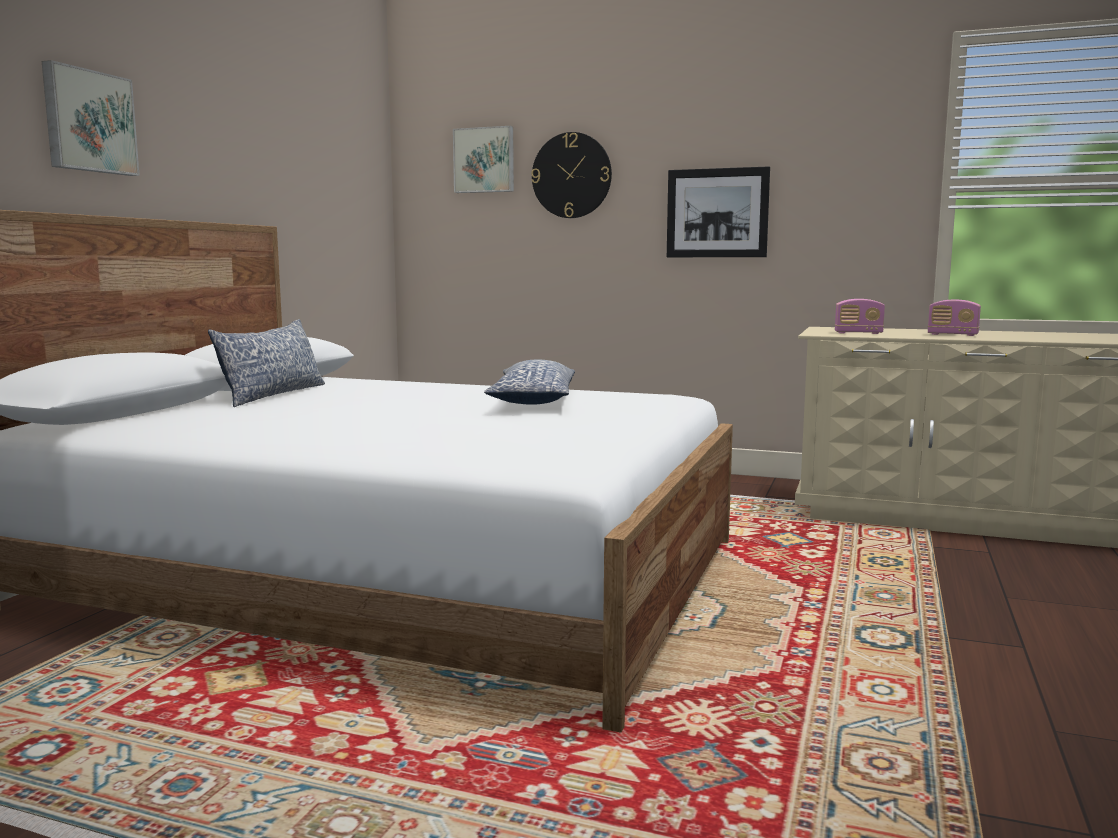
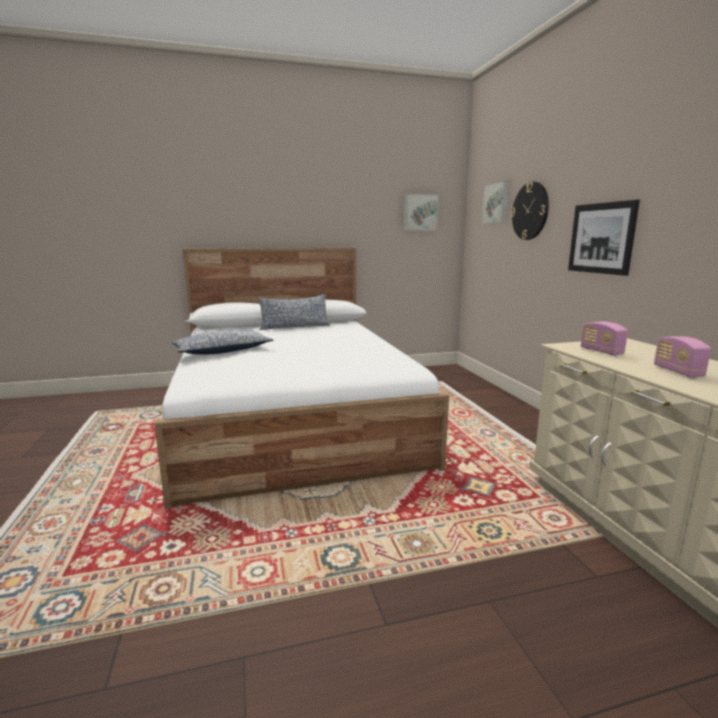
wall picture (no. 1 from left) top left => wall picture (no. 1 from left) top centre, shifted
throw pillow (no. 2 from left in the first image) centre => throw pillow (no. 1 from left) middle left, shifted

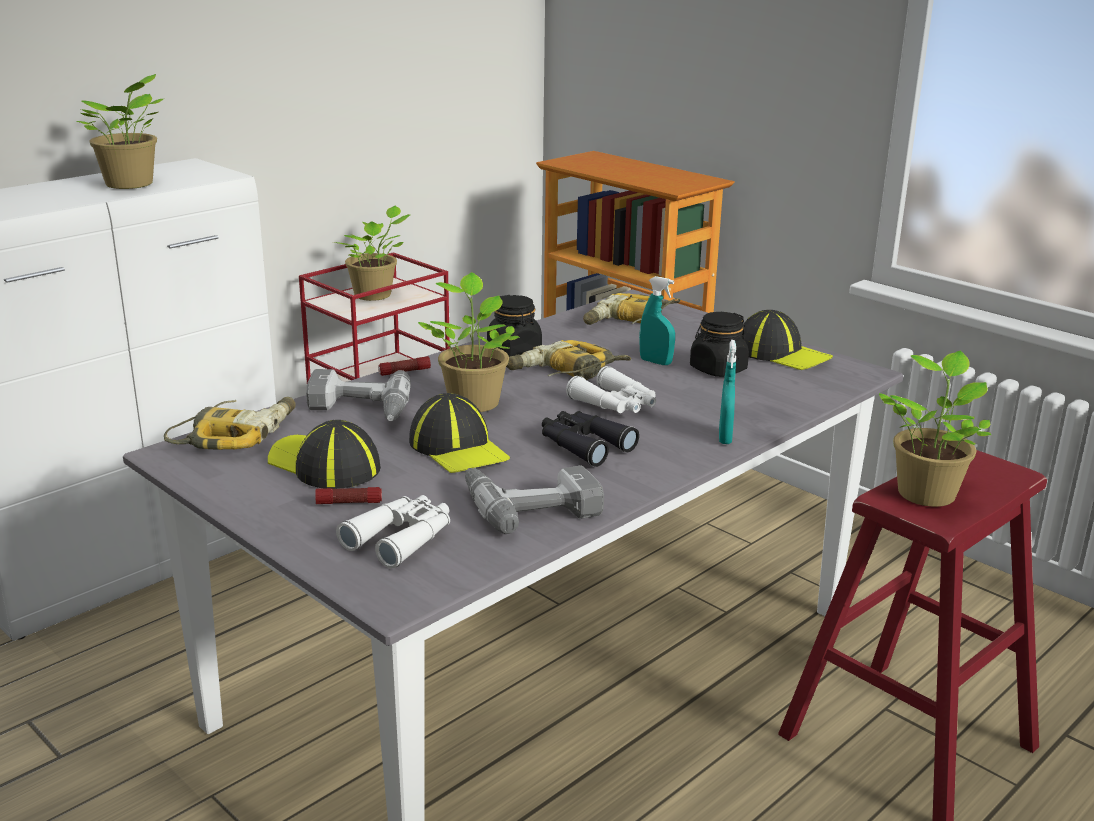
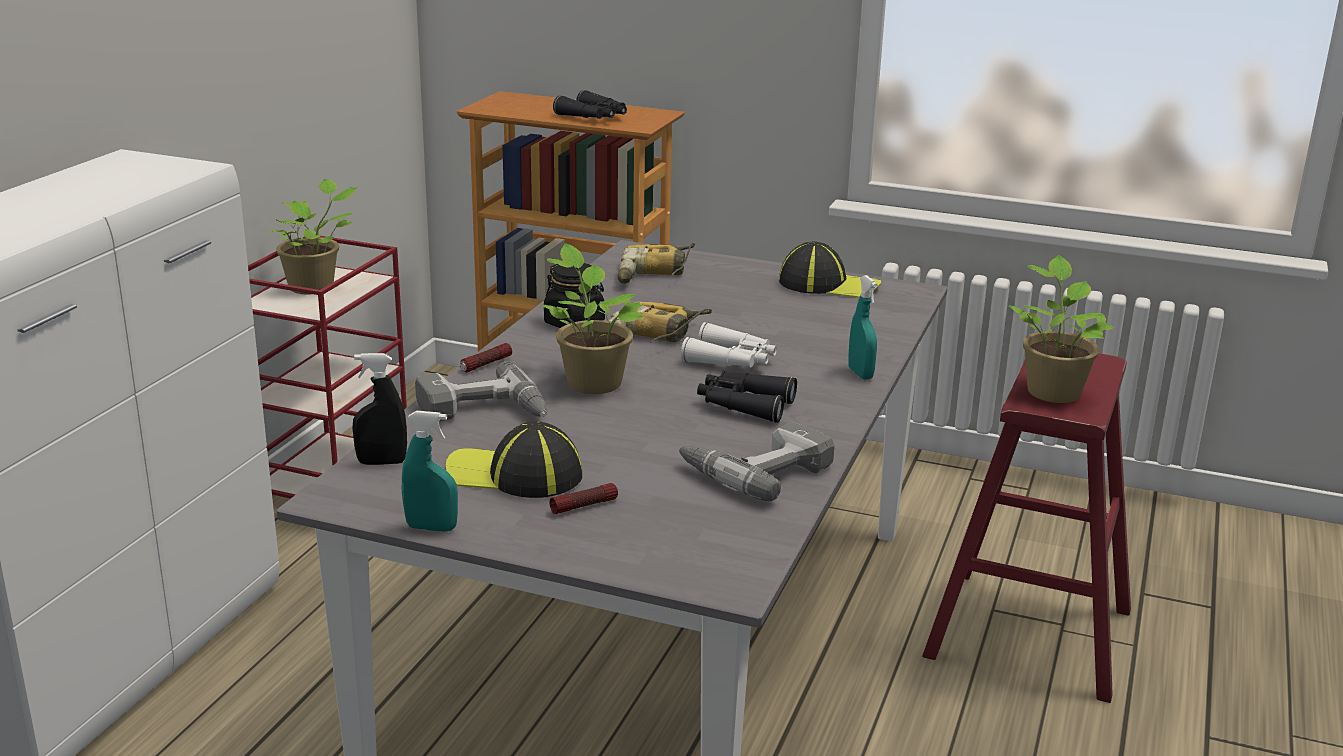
potted plant (no. 1 from left) top left => nothing
field glasses in whitish (no. 1 from left) centre => nothing
baseball cap (no. 2 from left) centre => nothing
storage jar in black-coloured (no. 2 from left) centre => nothing
nothing => field glasses in black-coloured (no. 1 from left) top centre
sprayer in turquoise (no. 1 from left) centre => sprayer in turquoise (no. 1 from left) middle left, shifted
drill (no. 1 from left) middle left => sprayer in black-coloured middle left

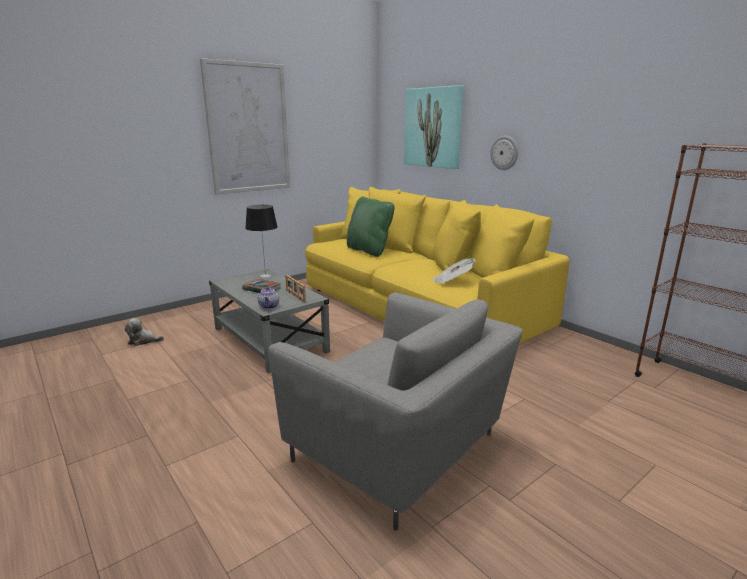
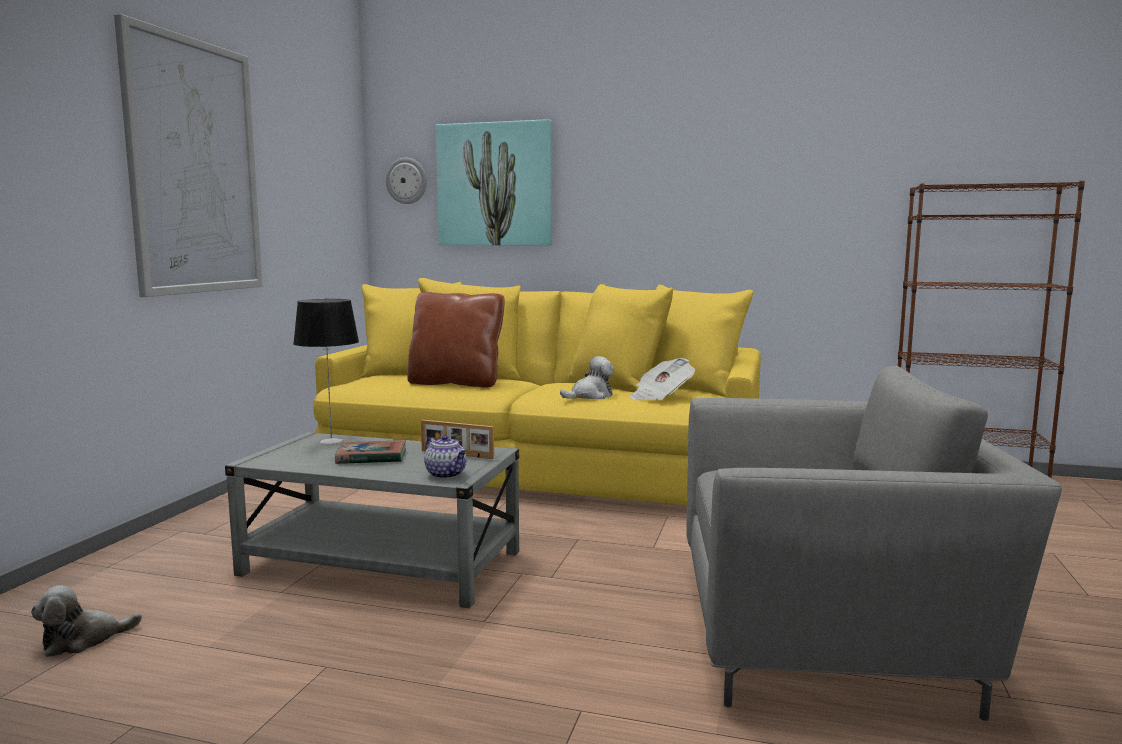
nothing => cuddly toy (no. 2 from left) centre
hanging clock top right => hanging clock top centre, shifted
throw pillow in green centre => throw pillow in brown-coloured centre

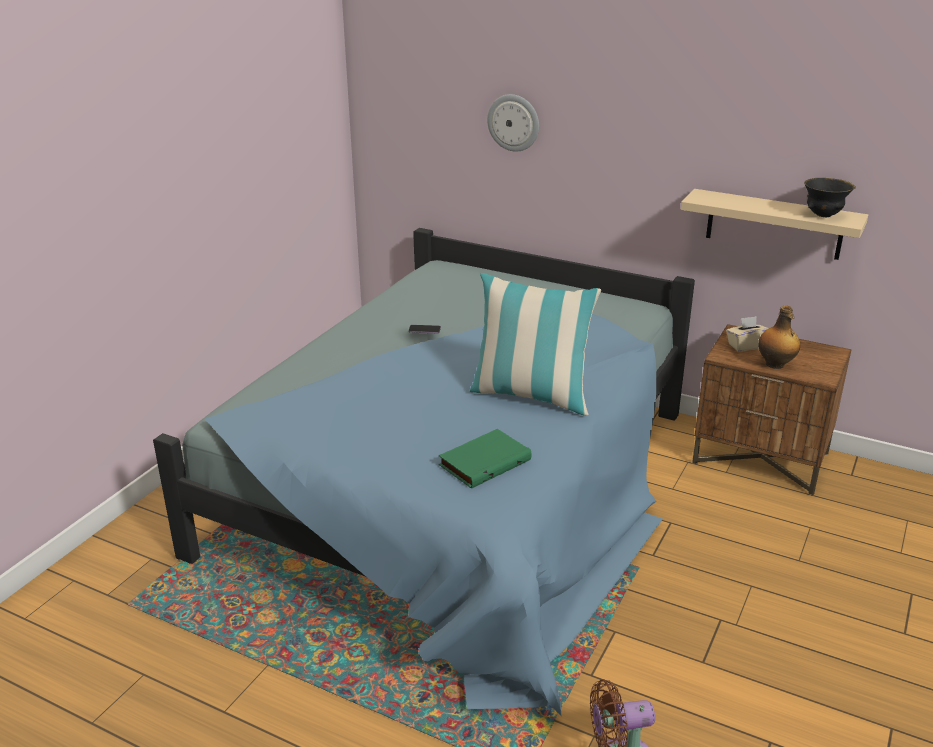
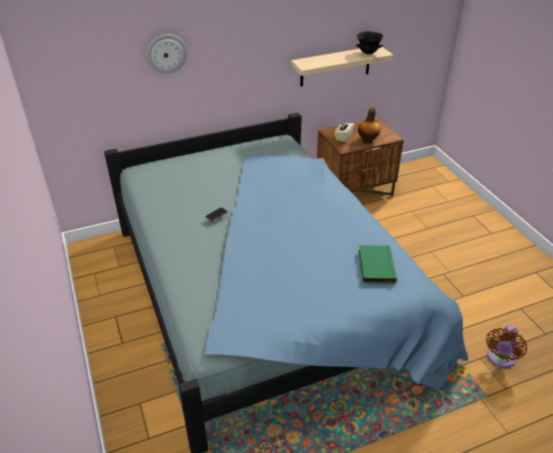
throw pillow centre => nothing

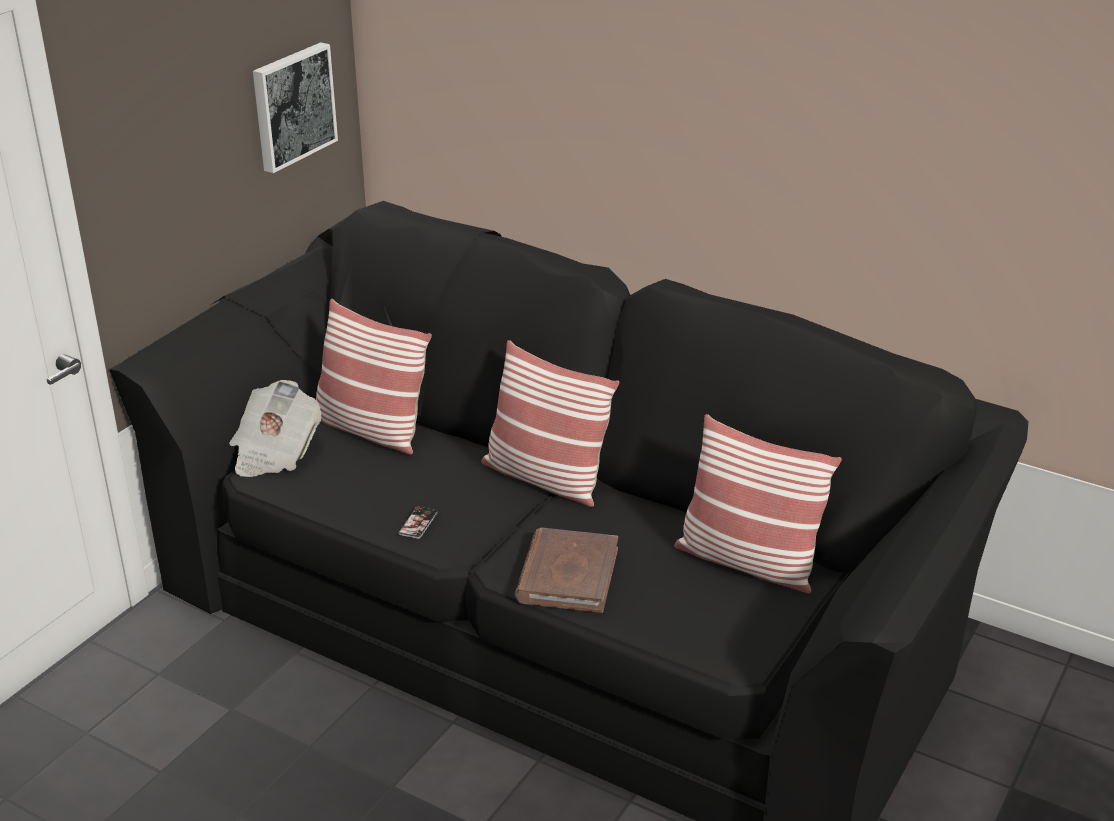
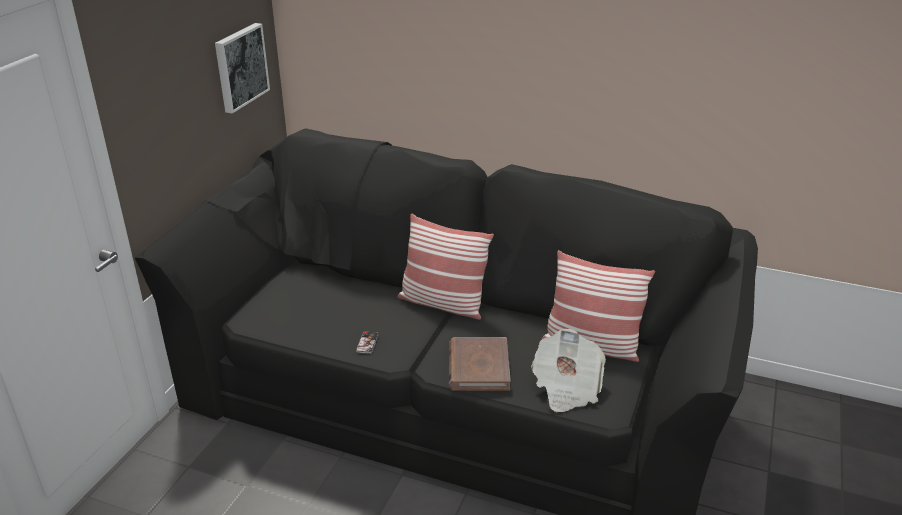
throw pillow (no. 1 from left) centre => nothing
newspaper middle left => newspaper bottom centre, shifted

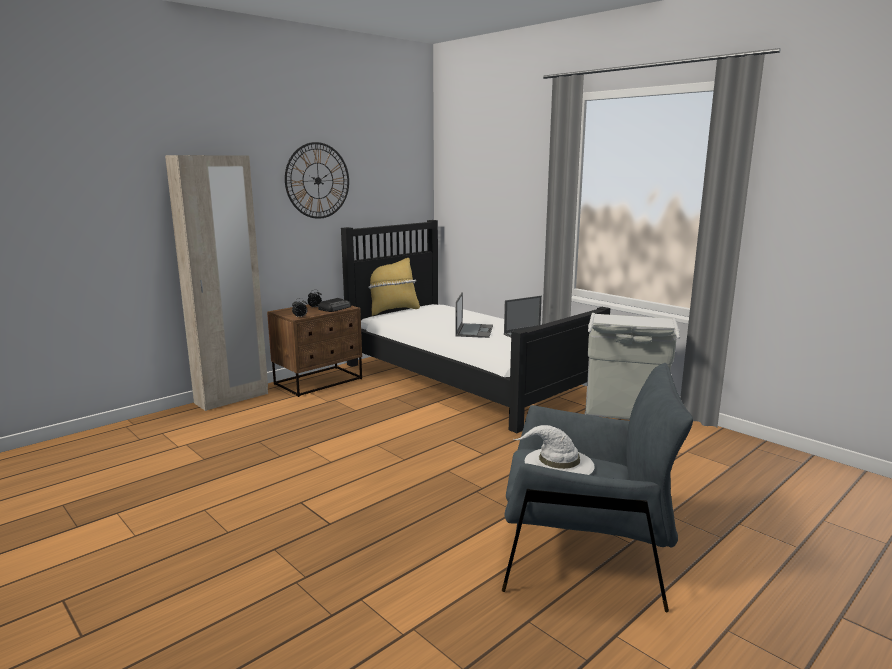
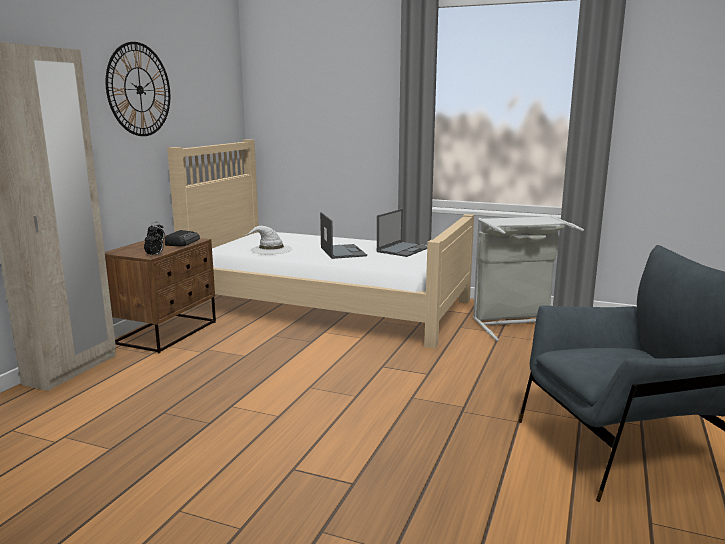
throw pillow in yellowish centre => nothing
wearable hat in whitish bottom centre => wearable hat in whitish centre, shifted
sleeping bed in black-coloured centre => sleeping bed in beige-coloured centre

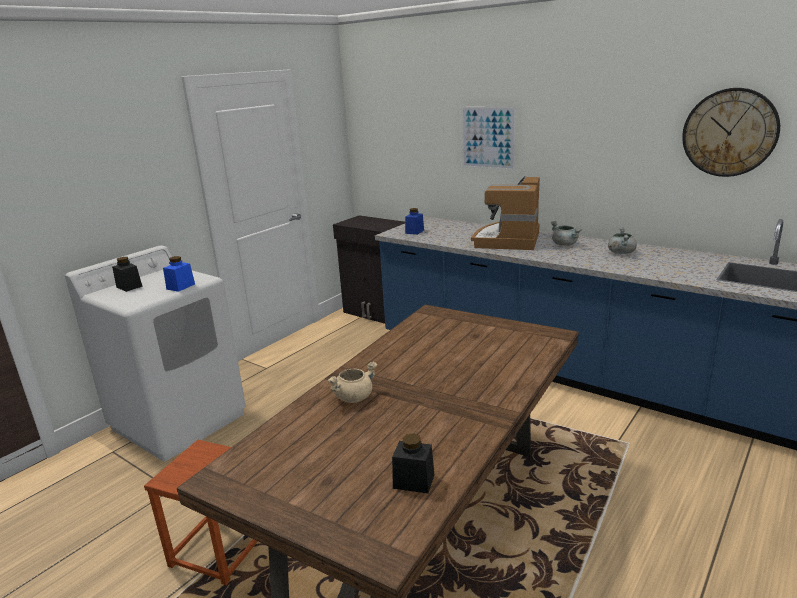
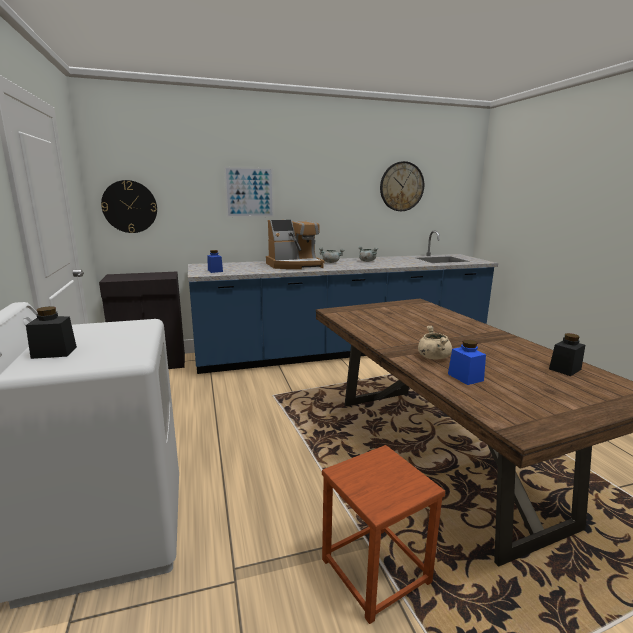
nothing => hanging clock (no. 1 from left) top left
storage jar in blue-coloured (no. 1 from left in the first image) middle left => storage jar in blue-coloured (no. 2 from left) middle right, shifted
coffee brewer centre, 75 degrees counterclockwise

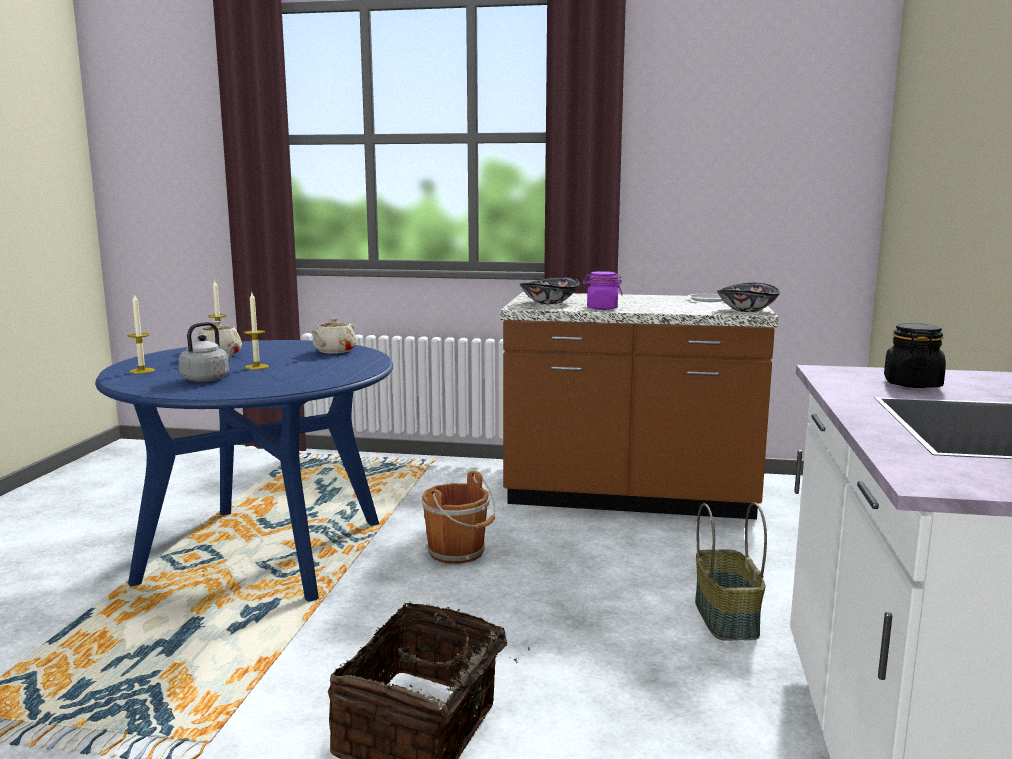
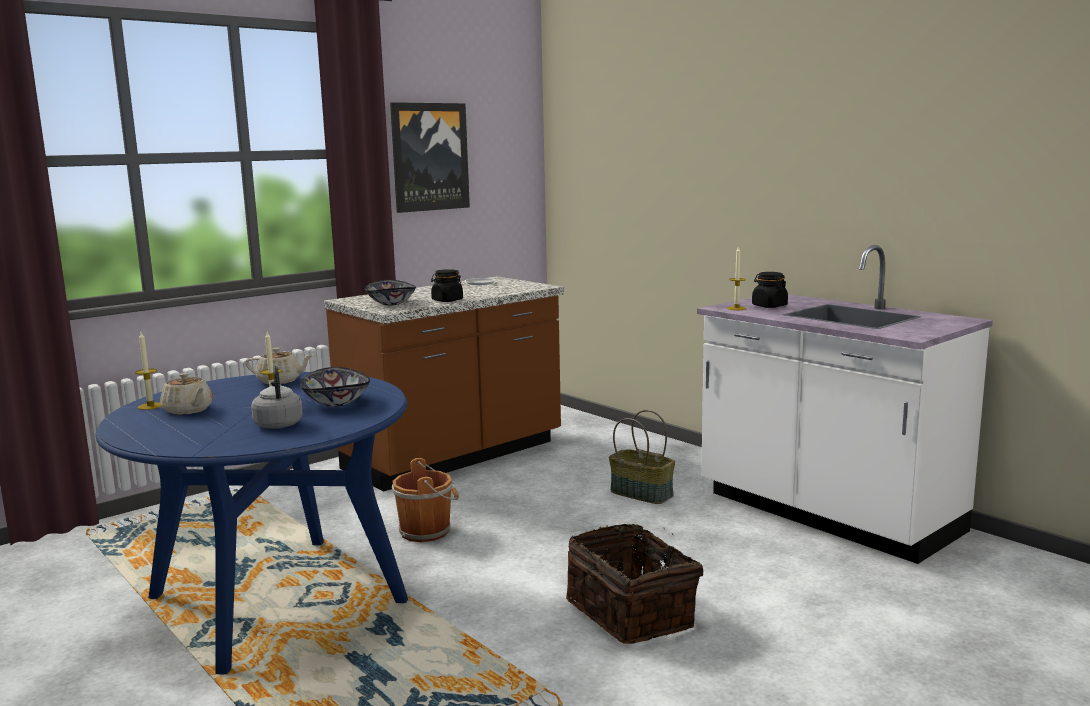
nothing => wall picture top centre
wax light (no. 1 from left in the first image) middle left => wax light (no. 3 from left) middle right, shifted
deep dish (no. 2 from left in the first image) middle right => deep dish (no. 1 from left) middle left, shifted
storage jar in purplish centre => storage jar in black-coloured (no. 1 from left) centre
teapot in beige-coloured (no. 2 from left) middle left, 60 degrees counterclockwise

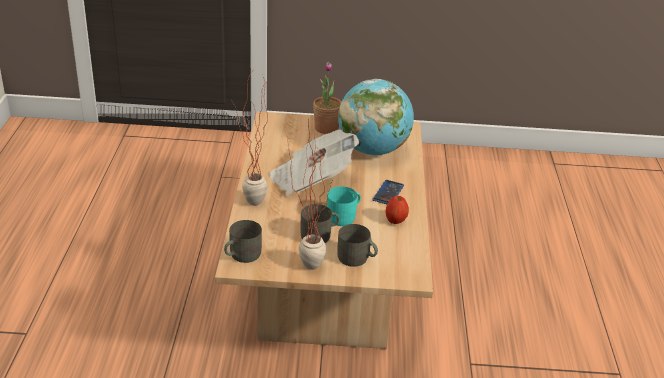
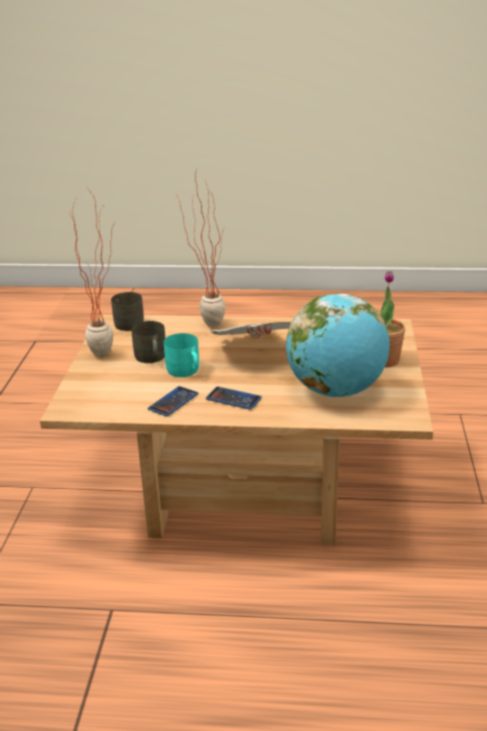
mug in grey (no. 3 from left) centre => nothing
apple centre => handset (no. 1 from left) centre

